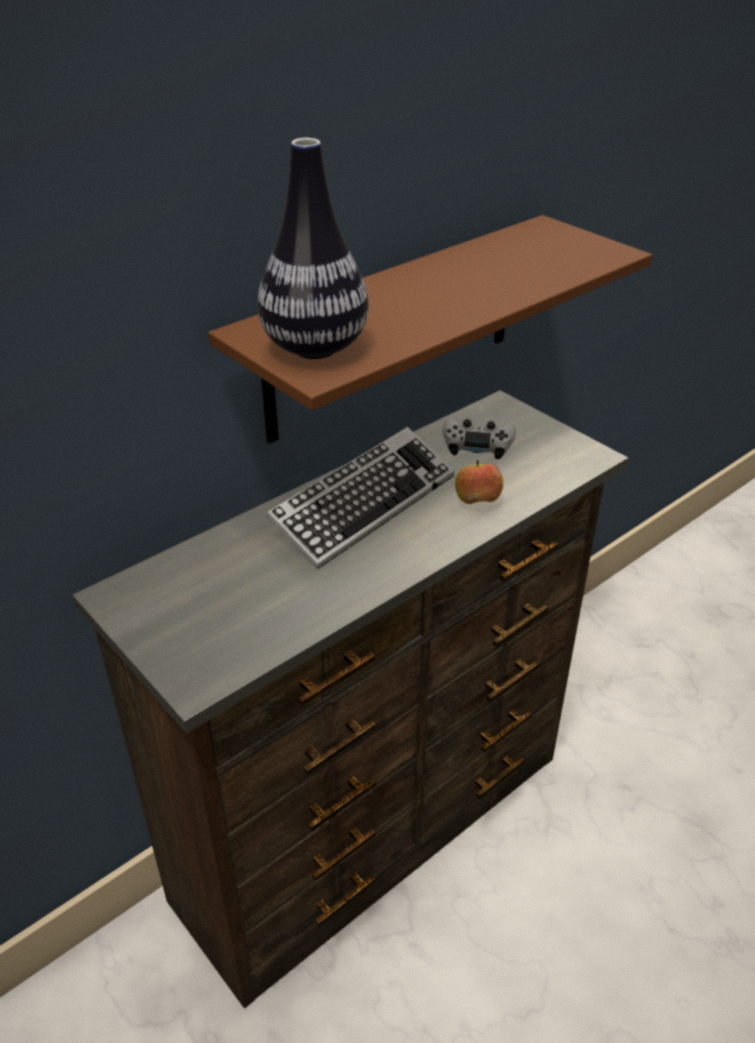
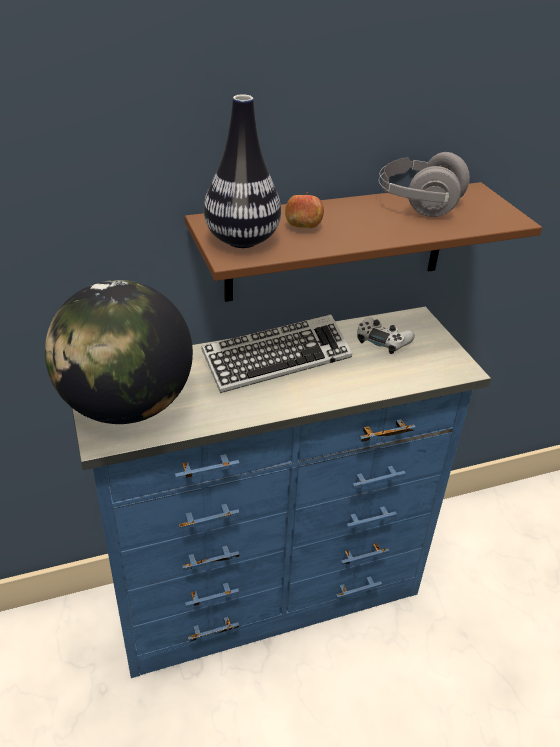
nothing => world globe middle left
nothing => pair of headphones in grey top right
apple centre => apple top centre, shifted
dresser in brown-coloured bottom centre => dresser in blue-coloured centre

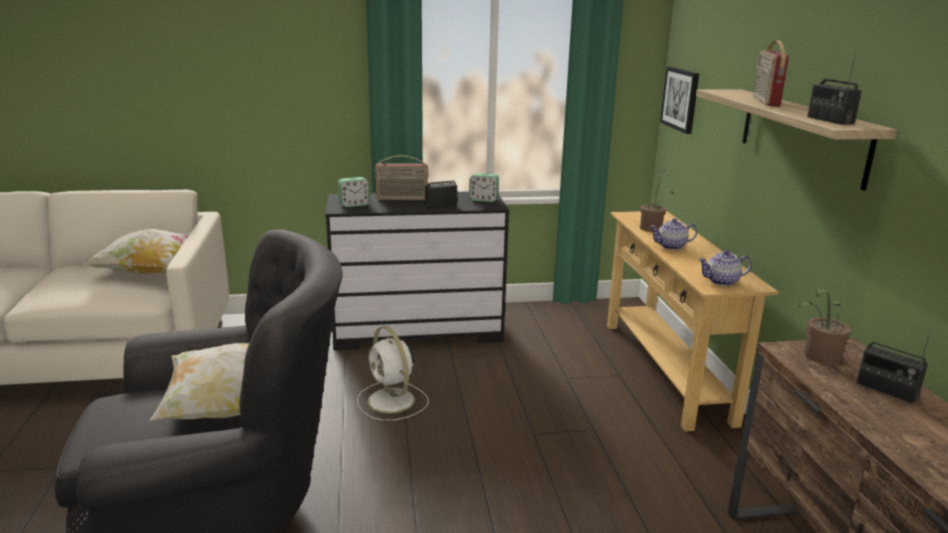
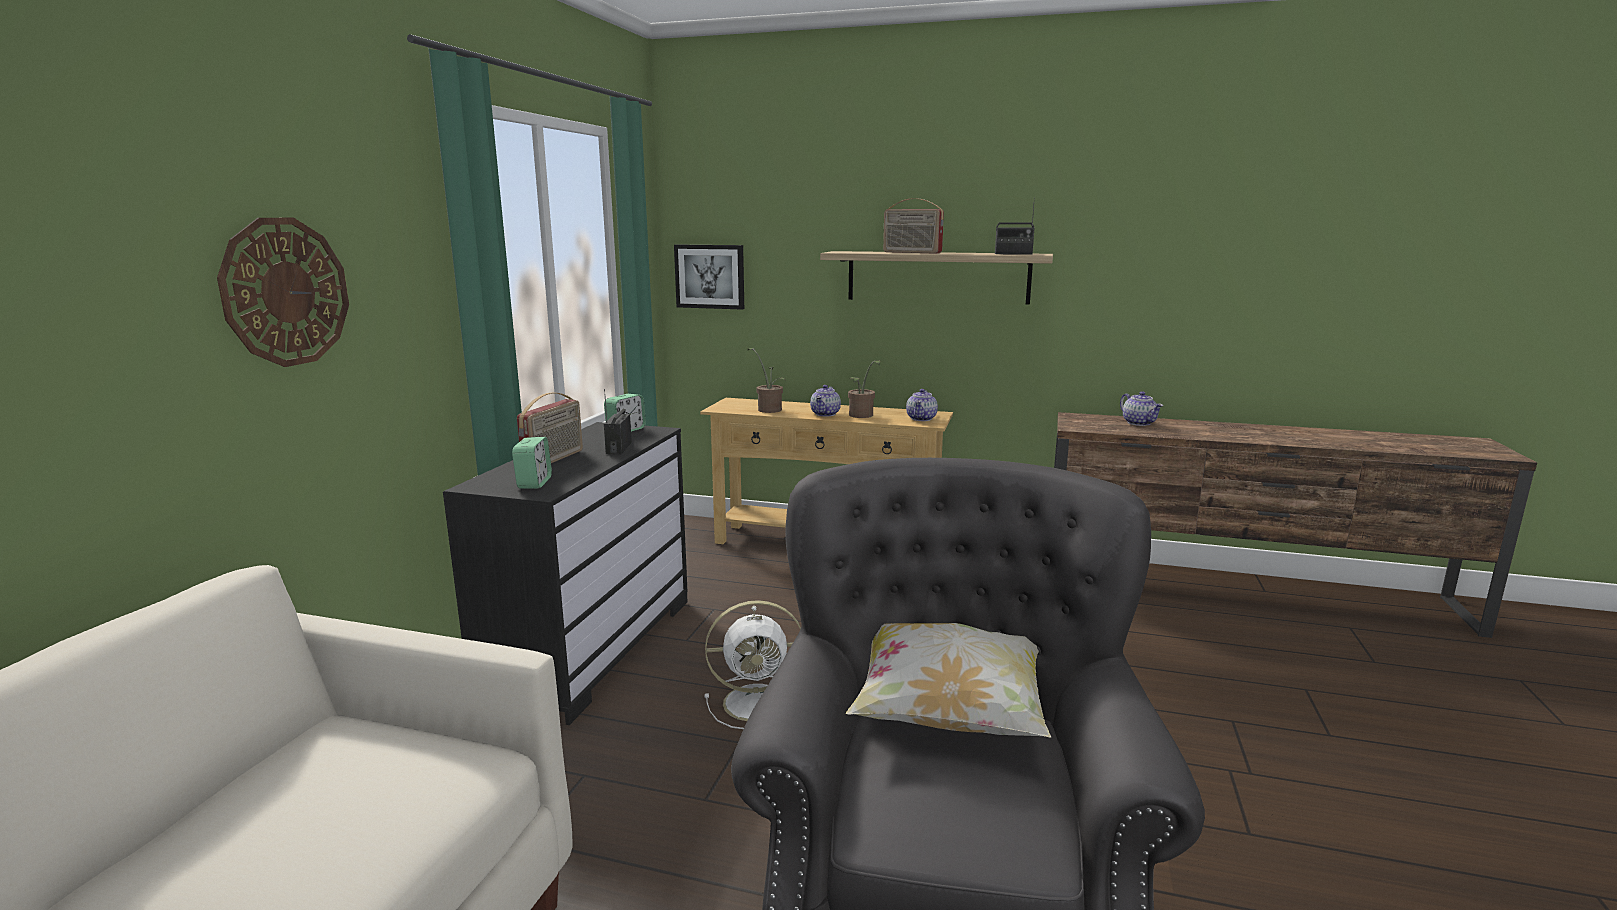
throw pillow (no. 1 from left) middle left => nothing
nothing => hanging clock top left
potted plant (no. 2 from left) middle right => potted plant (no. 2 from left) centre, shifted
radio (no. 5 from left) bottom right => teapot (no. 3 from left) middle right

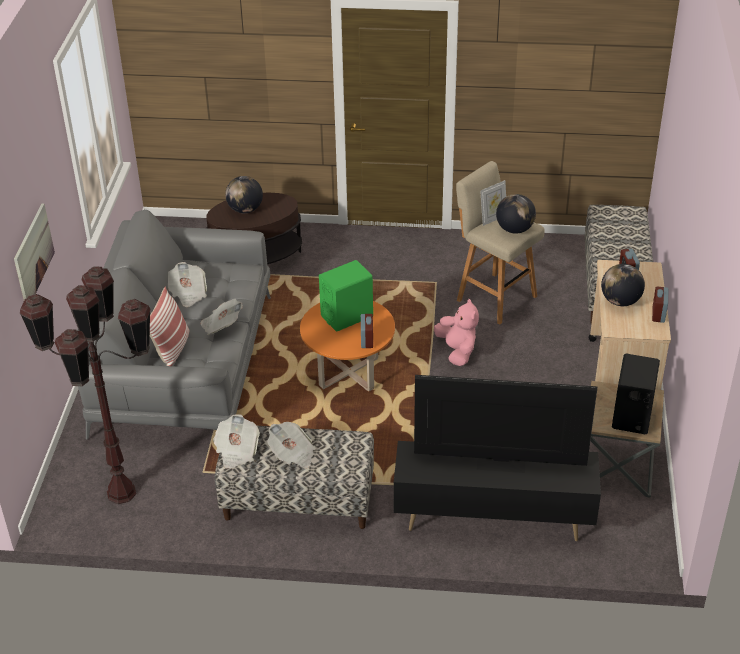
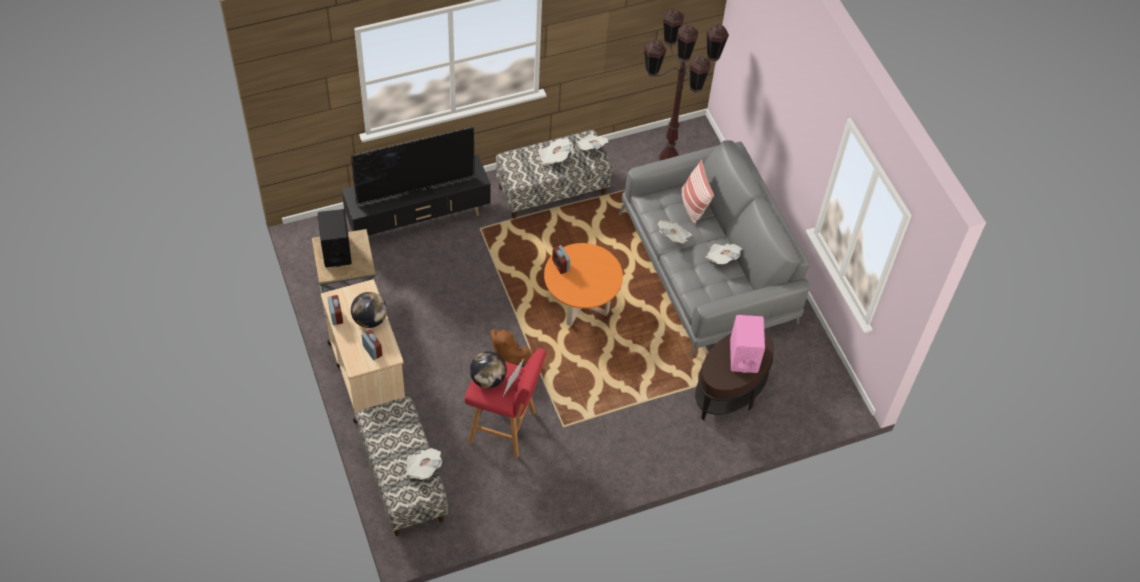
wall picture middle left => nothing
audio speaker in green centre => nothing
nothing => newspaper (no. 1 from left) bottom centre
world globe (no. 1 from left) top left => audio speaker in pinkish centre
cuddly toy in pinkish centre => cuddly toy in brown-coloured centre
sitting stool in beige-coloured middle right => sitting stool in red-coloured bottom centre

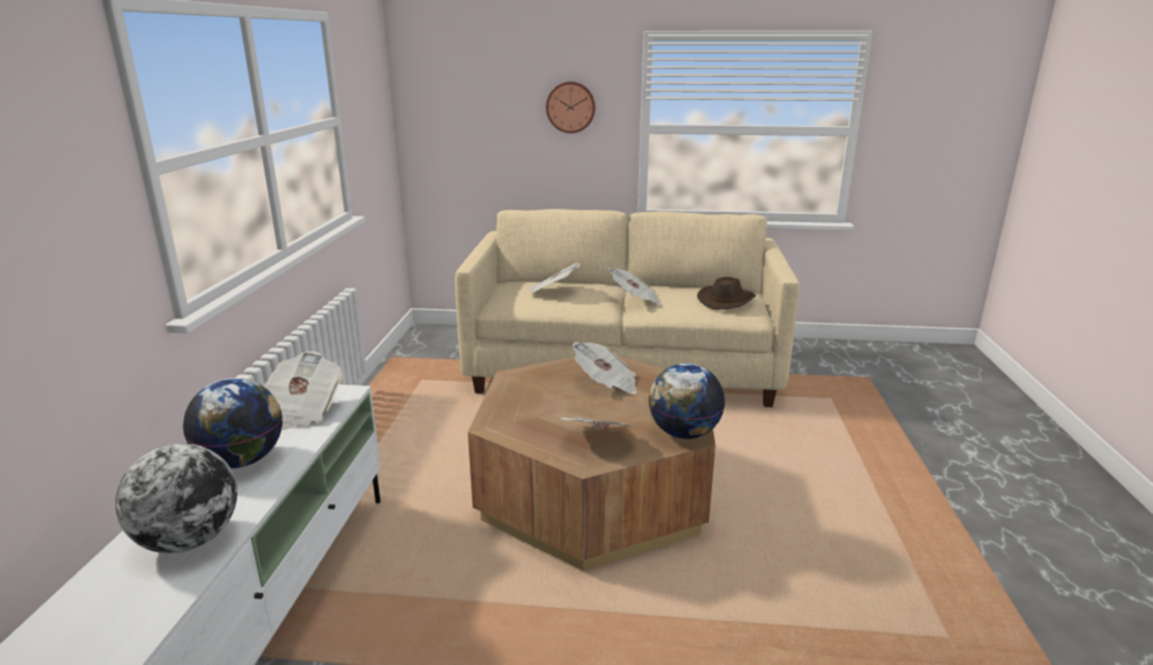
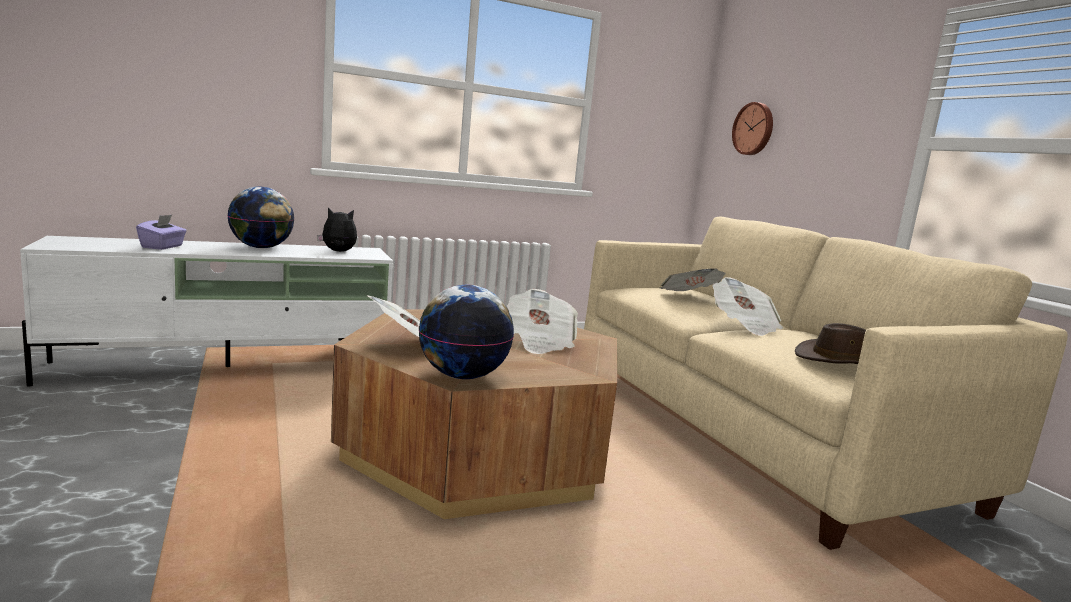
hanging clock top centre => hanging clock top right, shifted
world globe (no. 1 from left) bottom left => tissue holder in purplish middle left
newspaper (no. 1 from left) middle left => cuddly toy middle left

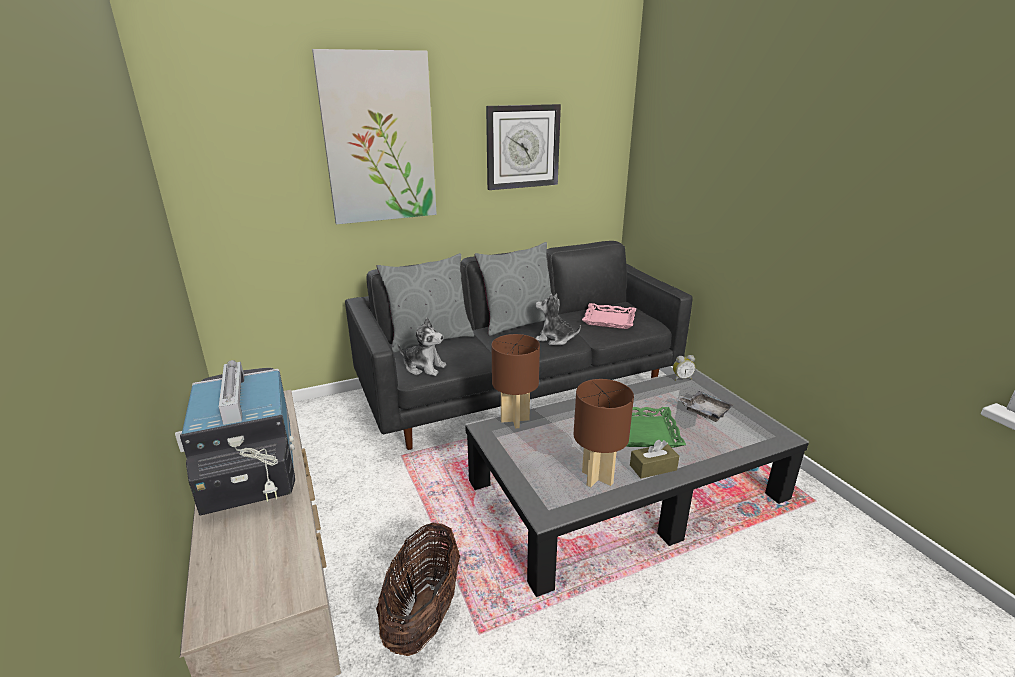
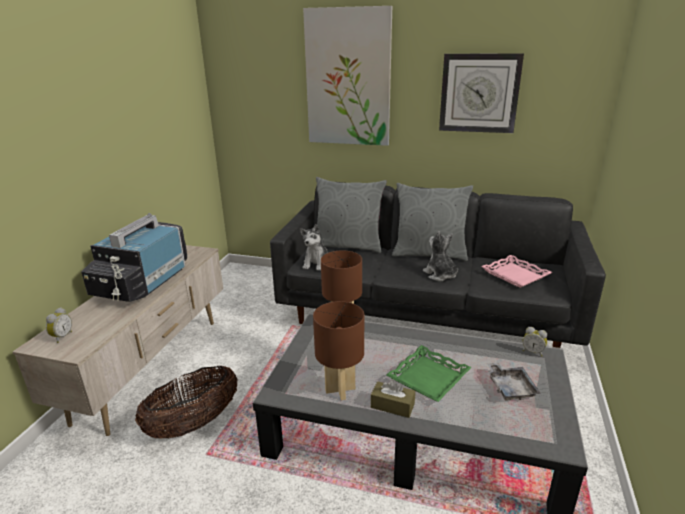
nothing => table clock (no. 1 from left) middle left
cuddly toy (no. 1 from left) centre, 45 degrees clockwise

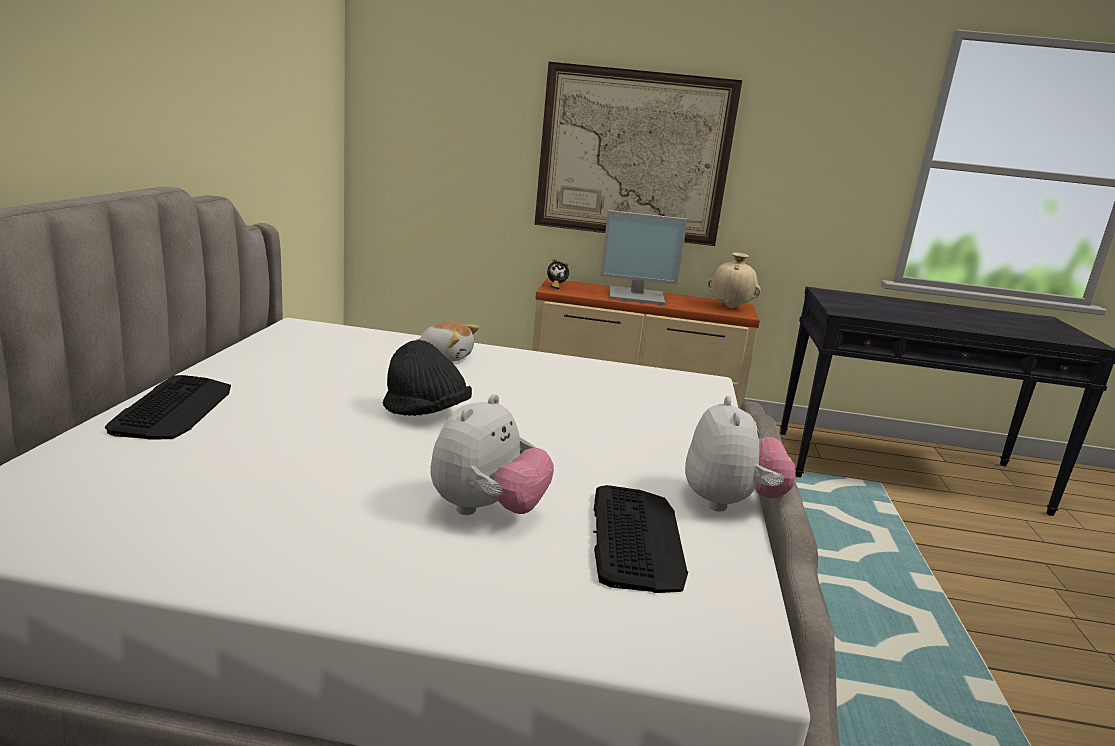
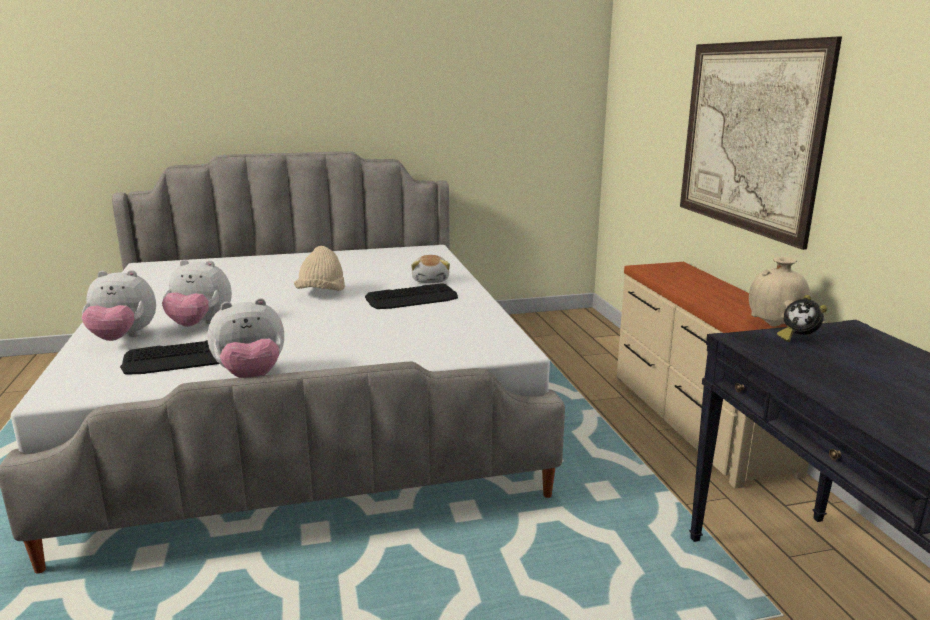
computer screen centre => nothing
nothing => cuddly toy (no. 1 from left) middle left
PC keyboard (no. 1 from left in the first image) middle left => PC keyboard (no. 2 from left) centre, shifted
table clock centre => table clock middle right, shifted
wearable hat in black-coloured centre => wearable hat in beige-coloured centre

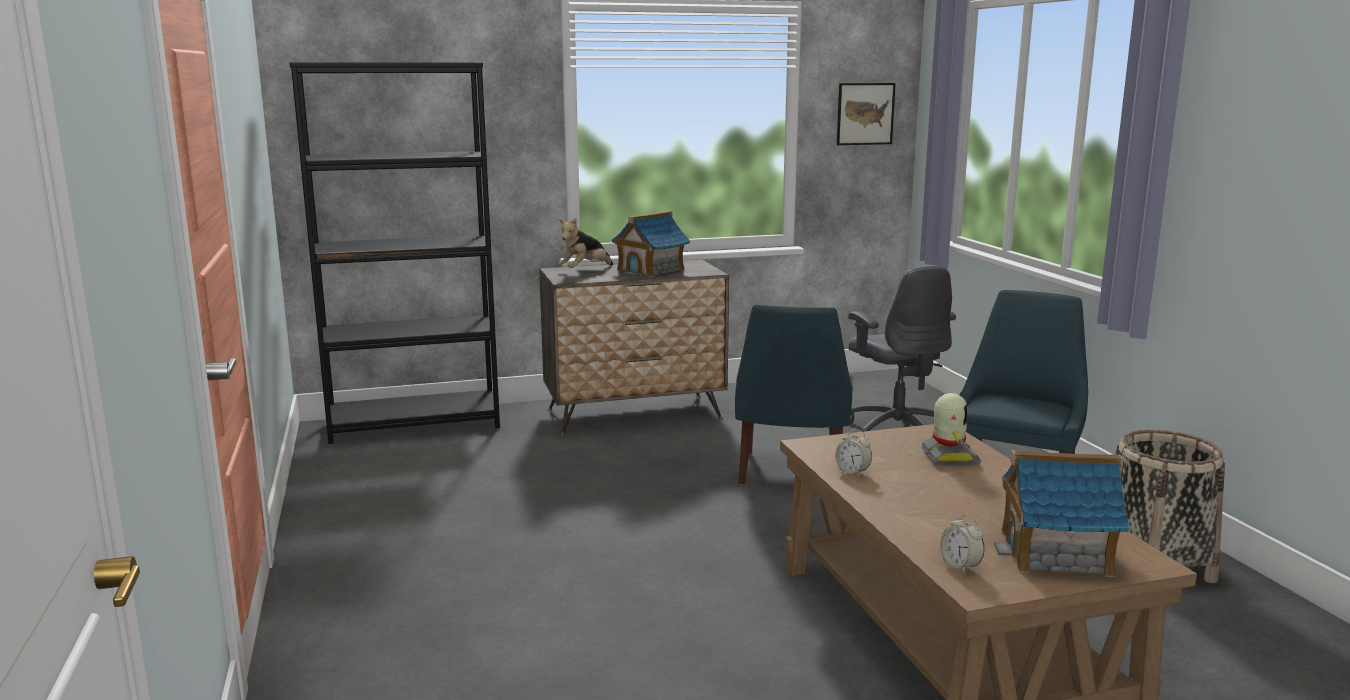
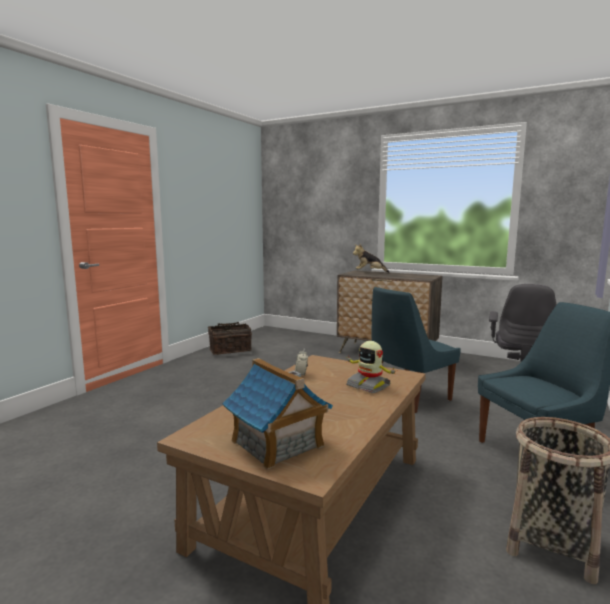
bookshelf in black-coloured middle left => nothing
model house (no. 1 from left) centre => nothing
wall picture top centre => nothing
table clock (no. 2 from left) bottom right => nothing
nothing => storage basket (no. 1 from left) centre
toy robot middle right => toy robot centre, 90 degrees clockwise

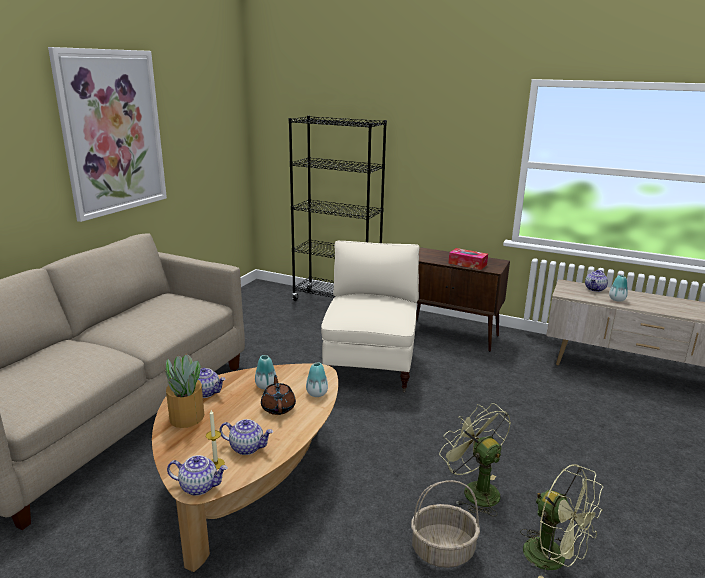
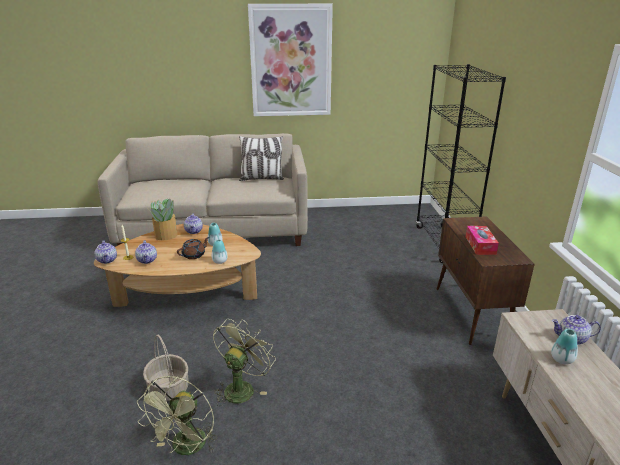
easy chair in beige-coloured centre => nothing
nothing => throw pillow centre

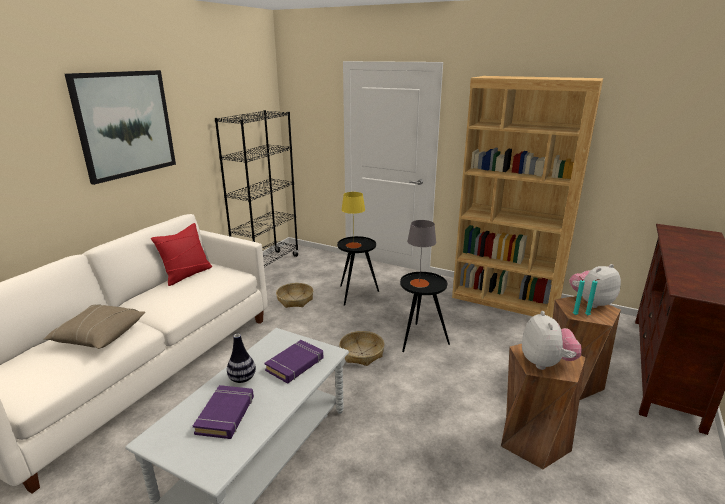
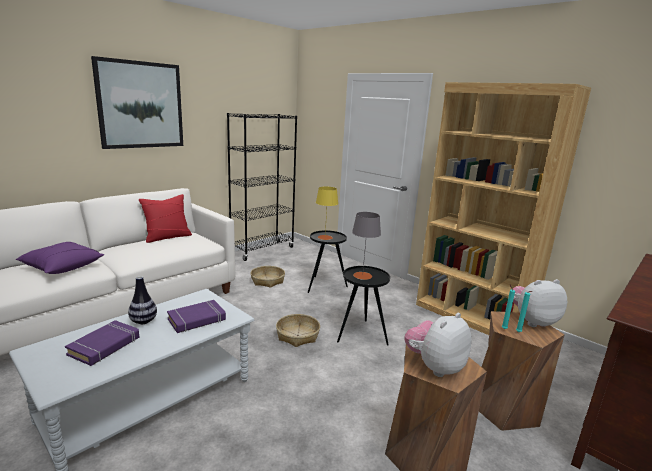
throw pillow in beige-coloured middle left => throw pillow in purplish middle left
cuddly toy (no. 1 from left) bottom right, 150 degrees counterclockwise

